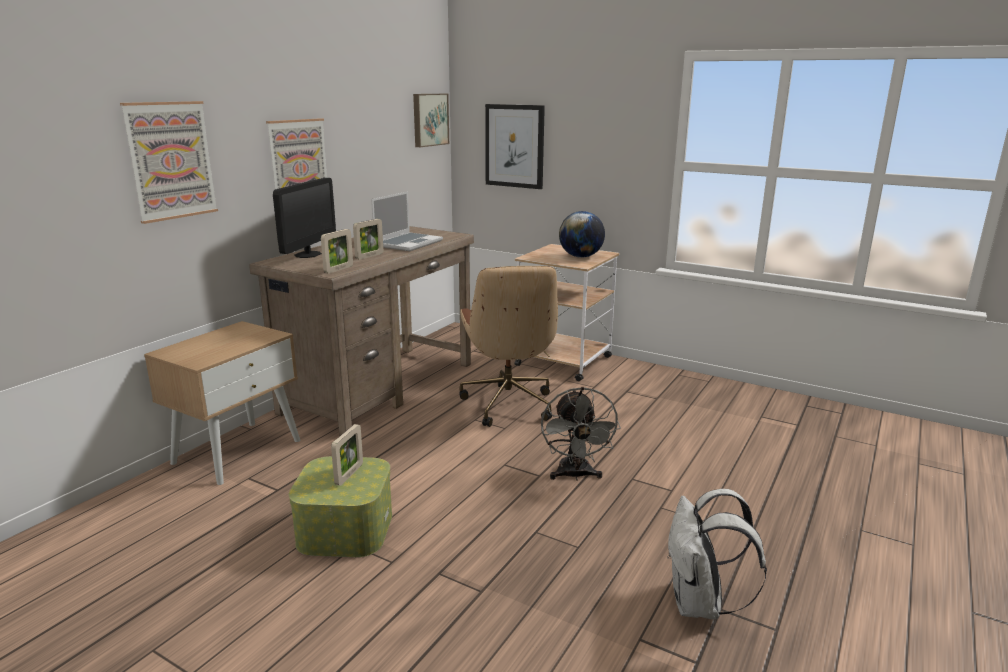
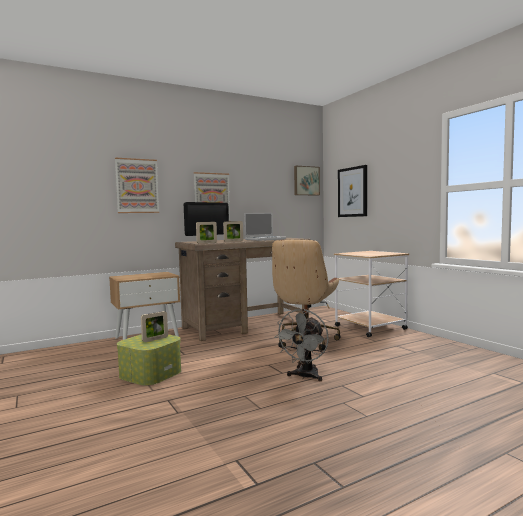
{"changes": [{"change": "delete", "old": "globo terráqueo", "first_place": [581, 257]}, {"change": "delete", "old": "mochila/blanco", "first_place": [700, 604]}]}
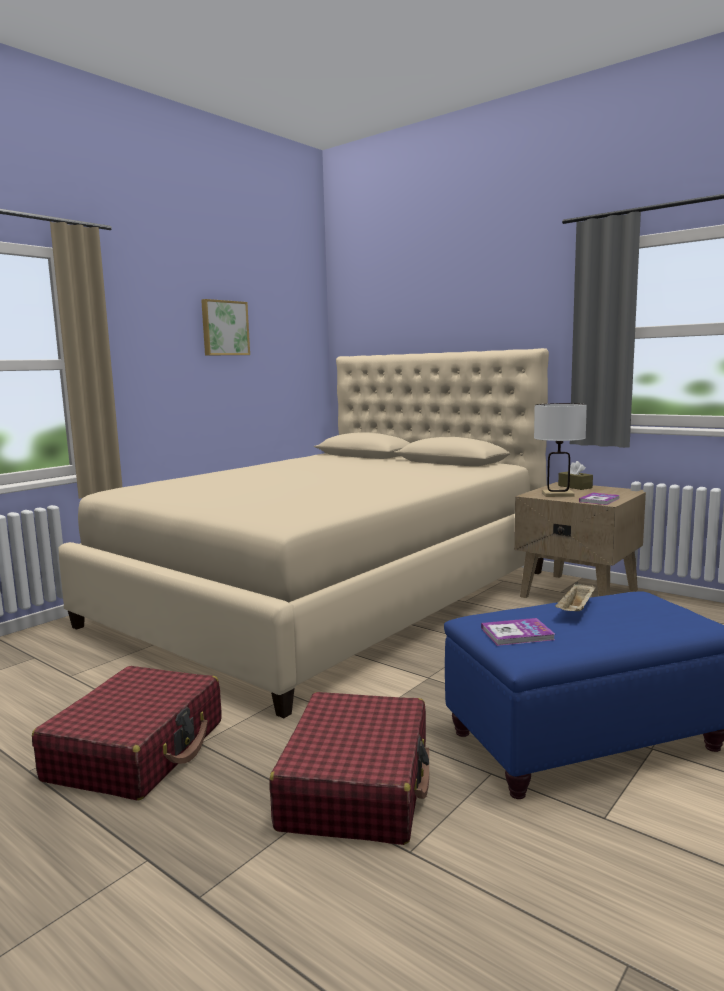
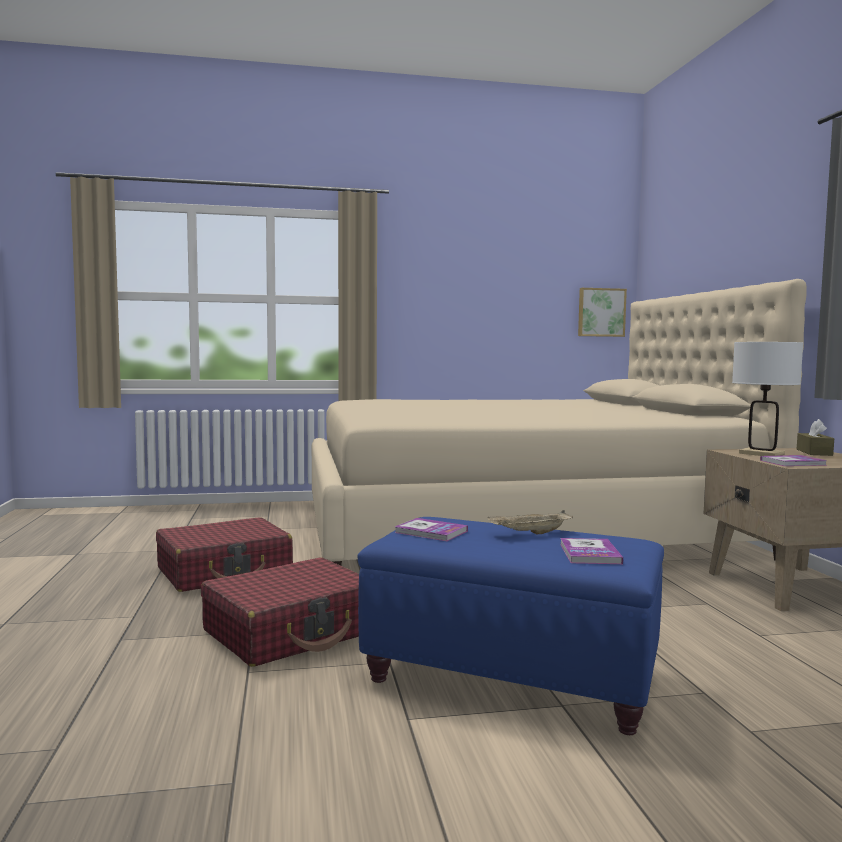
{"changes": [{"change": "insert", "new": "libro", "second_place": [589, 553]}, {"change": "move", "old": "cuadro", "first_place": [224, 328], "second_place": [601, 312]}]}
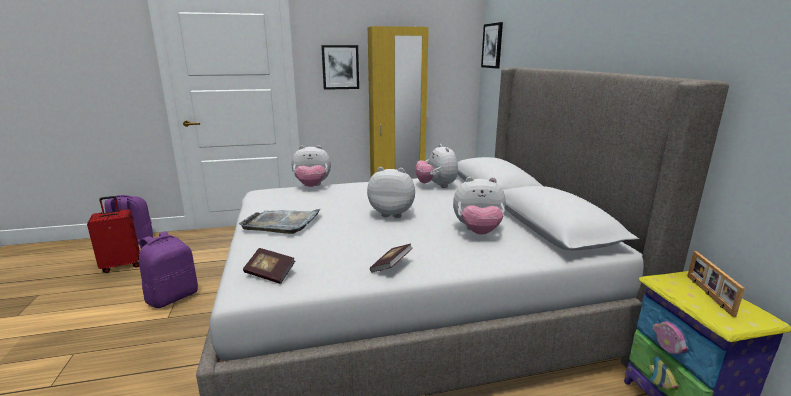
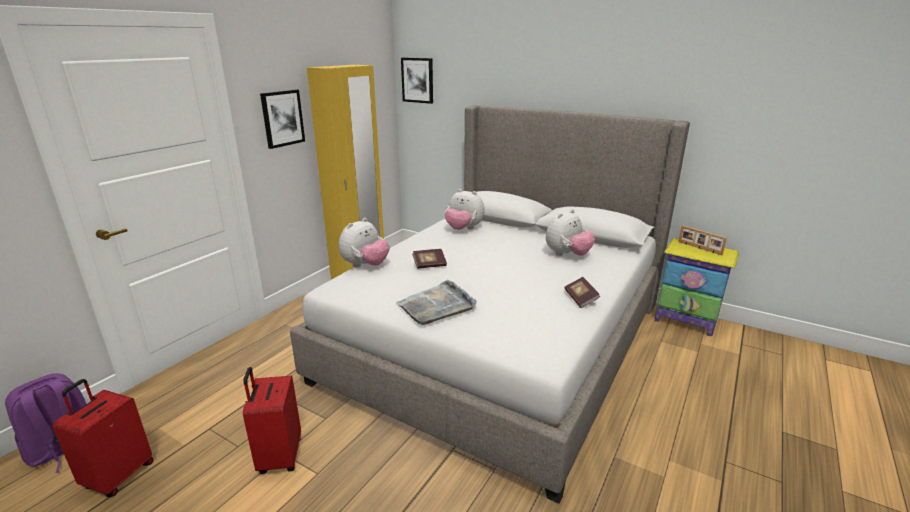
{"changes": [{"change": "delete", "old": "peluche", "first_place": [392, 213]}, {"change": "move", "old": "libro", "first_place": [270, 274], "second_place": [429, 265]}, {"change": "replace", "old": "mochila/morado", "new": "maleta/rojo", "first_place": [173, 297], "second_place": [279, 457]}]}
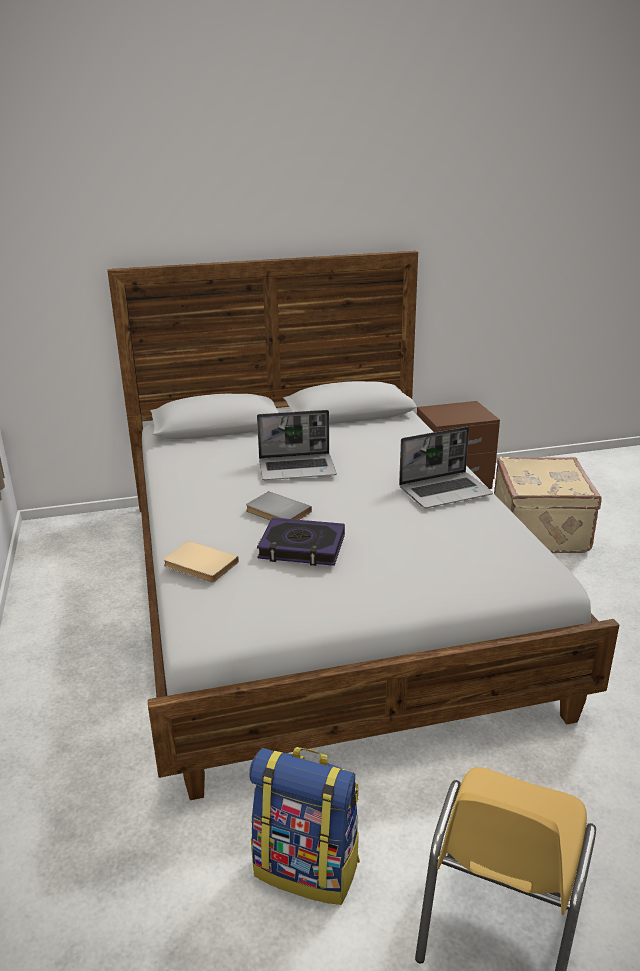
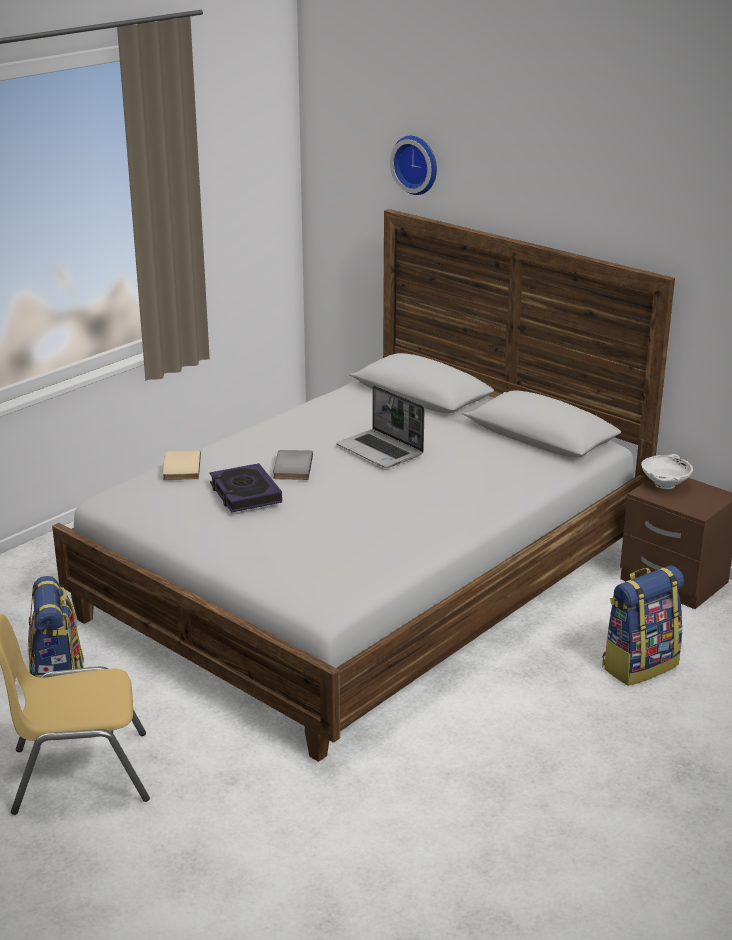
{"changes": [{"change": "delete", "old": "portátil", "first_place": [445, 491]}, {"change": "insert", "new": "reloj de pared", "second_place": [417, 164]}, {"change": "insert", "new": "cuenco/blanco", "second_place": [665, 484]}, {"change": "replace", "old": "maleta/beis", "new": "mochila", "first_place": [541, 531], "second_place": [639, 665]}]}
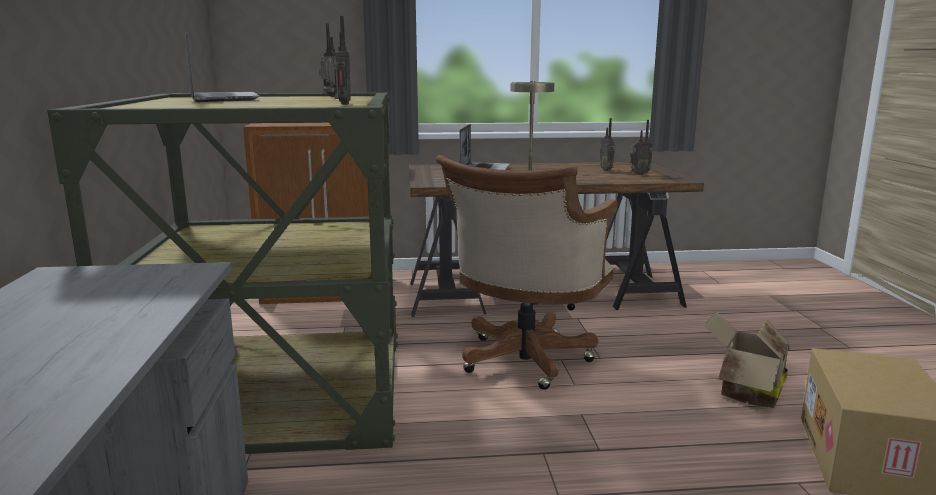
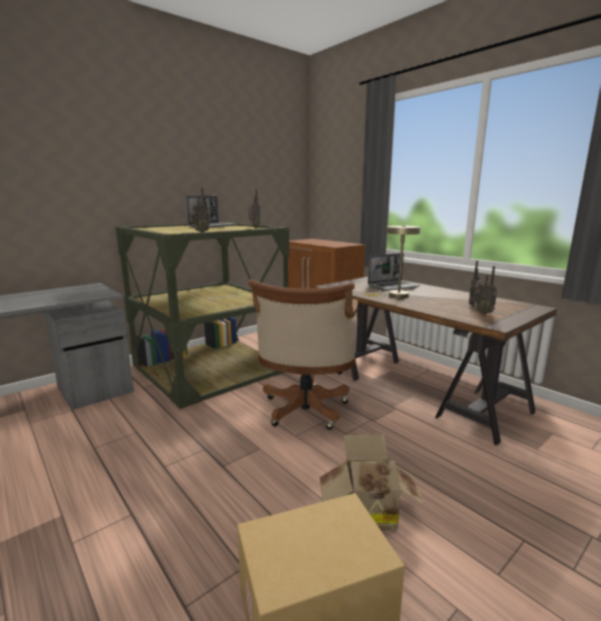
{"changes": [{"change": "rotate", "old": "silla de oficina", "first_place": [523, 362], "second_place": [305, 411], "degrees": -75}]}
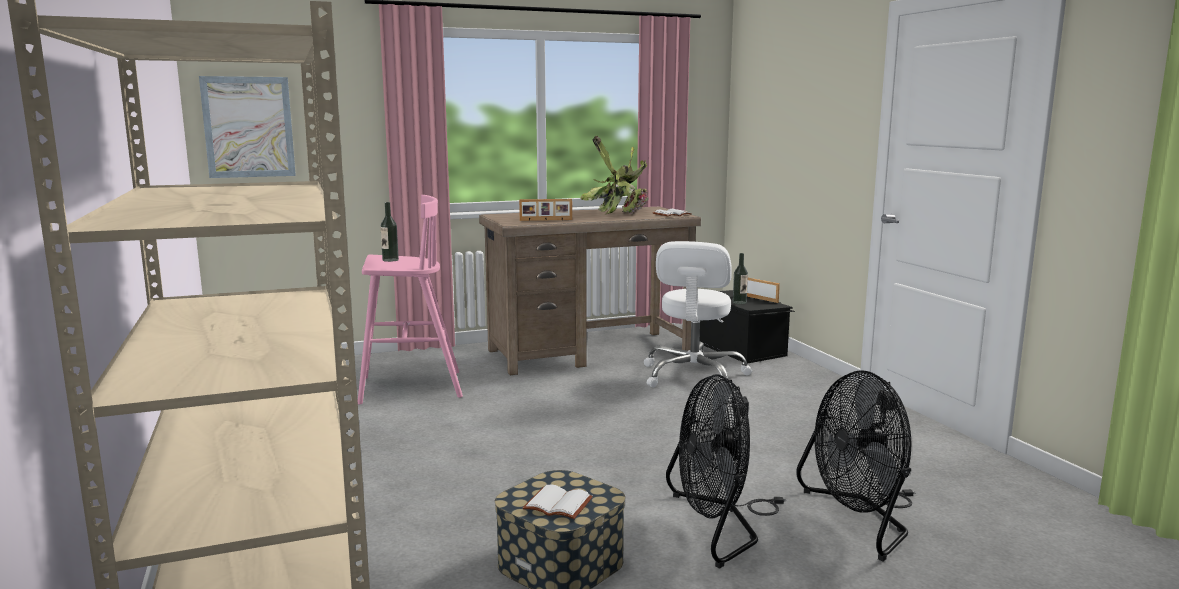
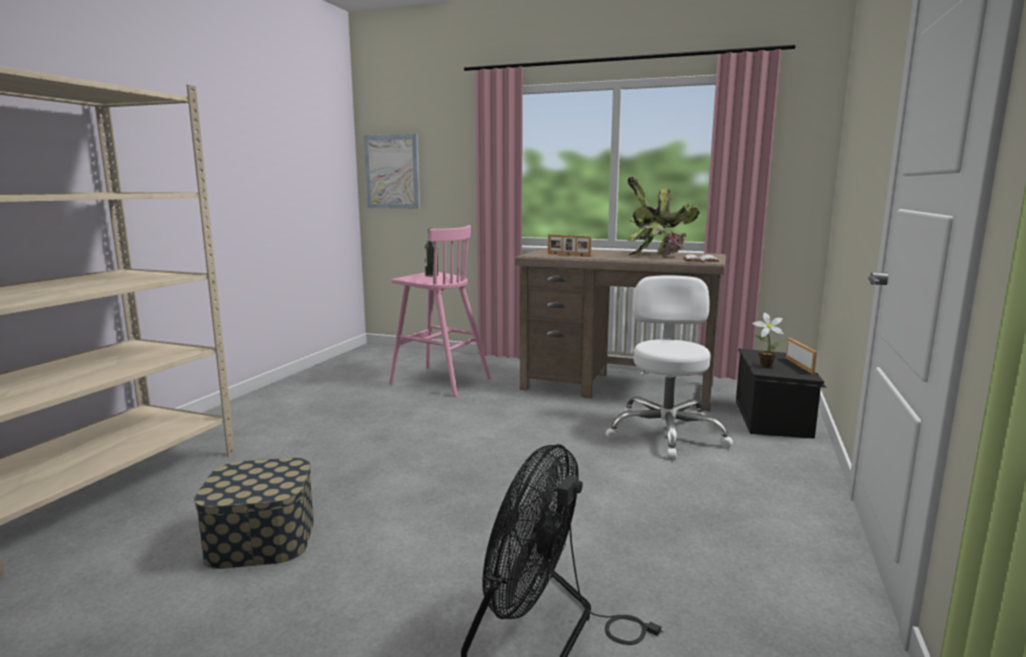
{"changes": [{"change": "delete", "old": "libro/blanco", "first_place": [556, 505]}, {"change": "delete", "old": "ventilador/negro", "first_place": [721, 523]}, {"change": "replace", "old": "botella", "new": "planta en maceta", "first_place": [739, 302], "second_place": [763, 365]}, {"change": "rotate", "old": "silla de oficina/blanco", "first_place": [693, 377], "second_place": [666, 432], "degrees": 135}]}
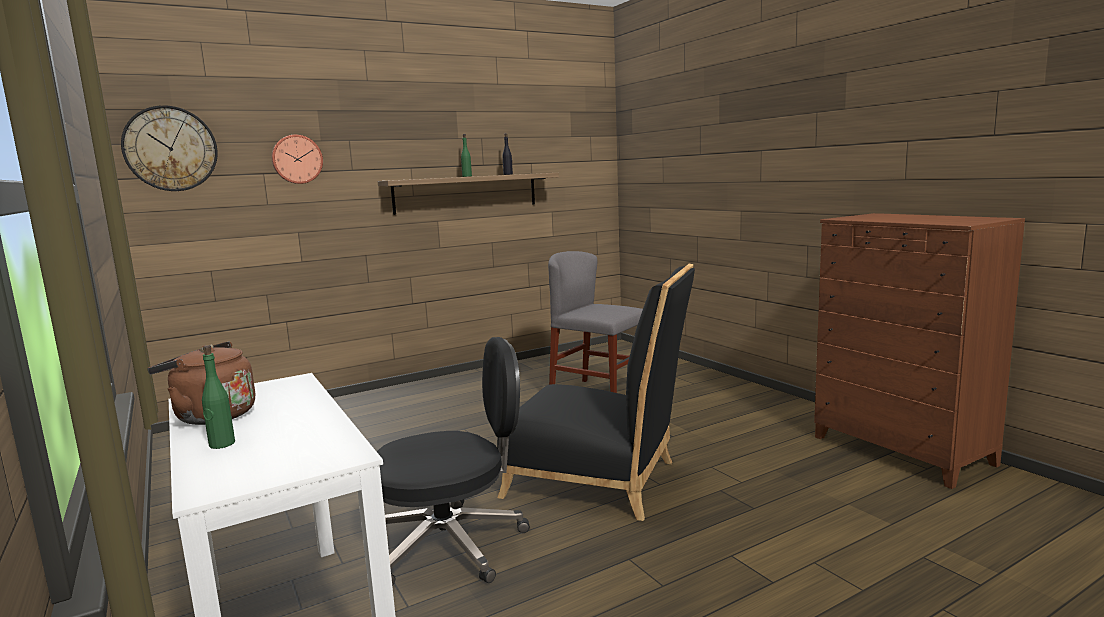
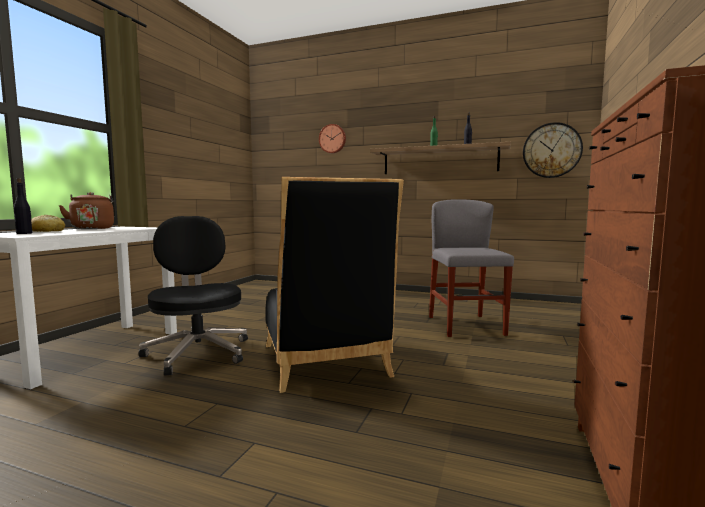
{"changes": [{"change": "insert", "new": "botella/negro", "second_place": [24, 233]}, {"change": "move", "old": "reloj de pared", "first_place": [170, 149], "second_place": [551, 150]}, {"change": "replace", "old": "botella/verde", "new": "pan", "first_place": [221, 444], "second_place": [47, 231]}, {"change": "rotate", "old": "silla de oficina/negro", "first_place": [452, 544], "second_place": [198, 352], "degrees": -150}]}
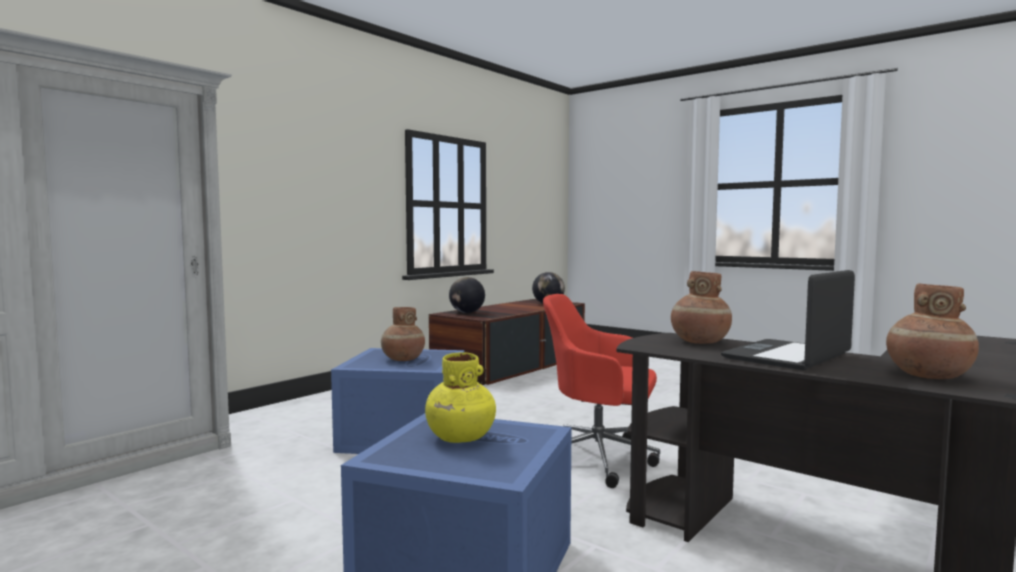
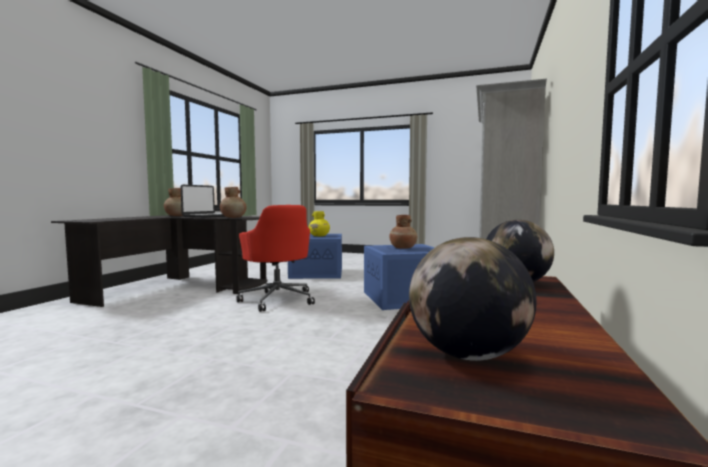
{"changes": [{"change": "rotate", "old": "silla de oficina/rojo", "first_place": [599, 459], "second_place": [278, 299], "degrees": 60}]}
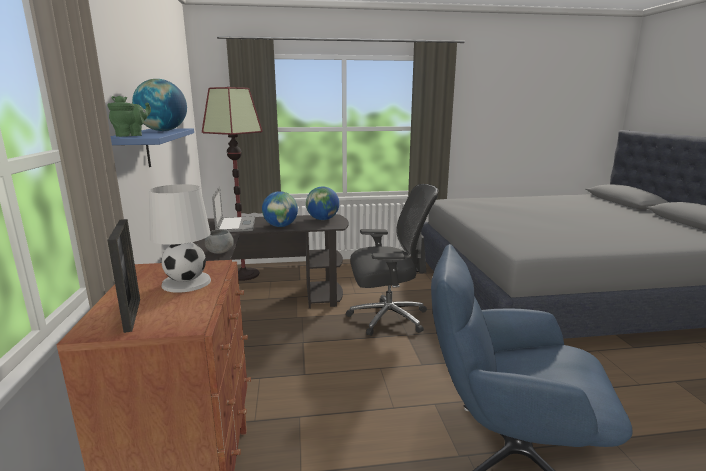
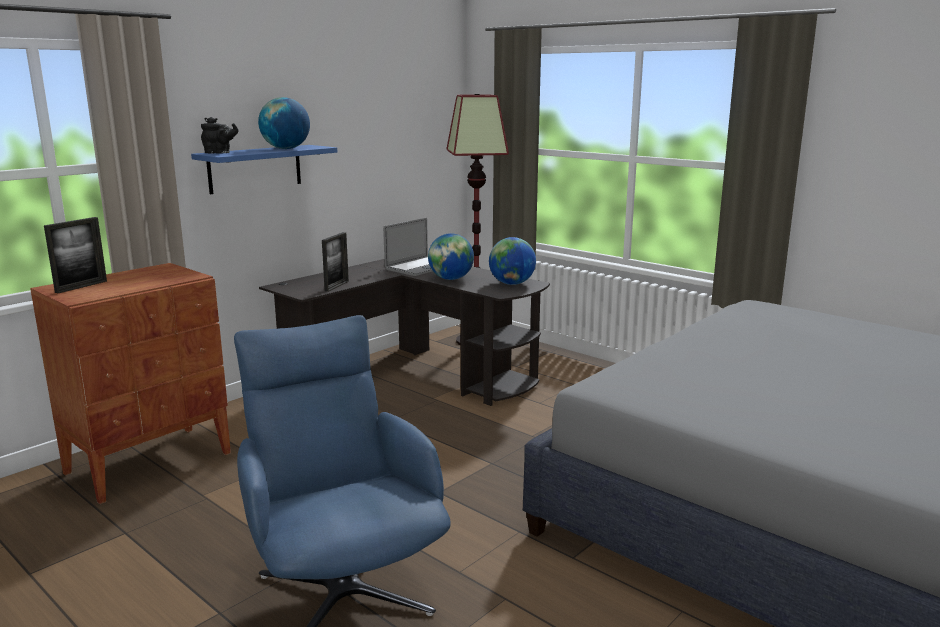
{"changes": [{"change": "delete", "old": "lámpara de mesa/blanco", "first_place": [186, 282]}, {"change": "delete", "old": "silla de oficina", "first_place": [387, 319]}, {"change": "replace", "old": "cuenco/gris", "new": "portarretratos", "first_place": [219, 252], "second_place": [336, 286]}, {"change": "recolor", "old": "tetera/verde", "new": "tetera/negro", "first_place": [131, 136], "second_place": [219, 153]}]}
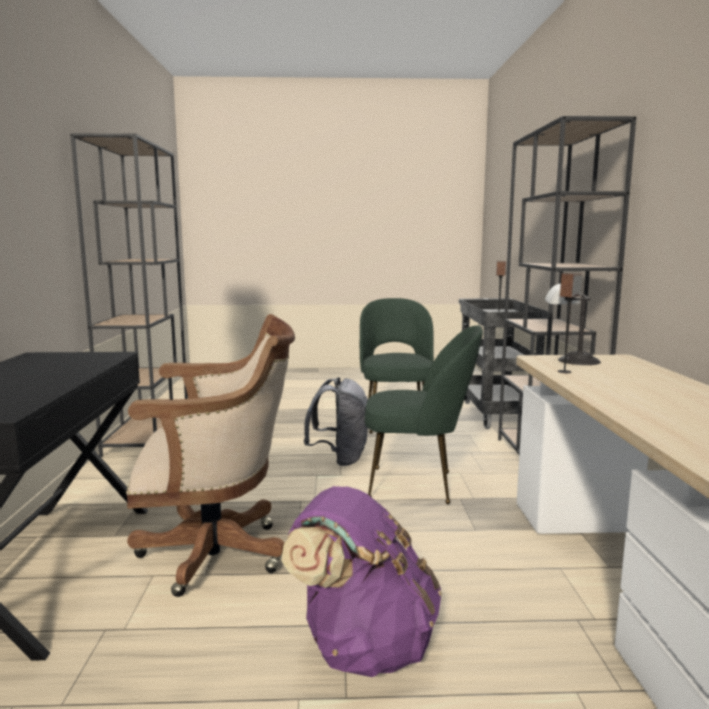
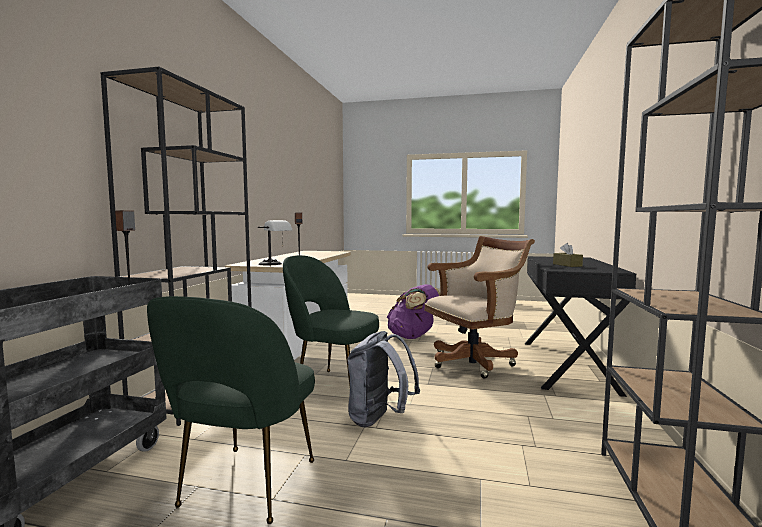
{"changes": [{"change": "insert", "new": "caja de pañuelos/marrón", "second_place": [567, 265]}, {"change": "rotate", "old": "silla de oficina", "first_place": [220, 553], "second_place": [475, 363], "degrees": 150}]}
